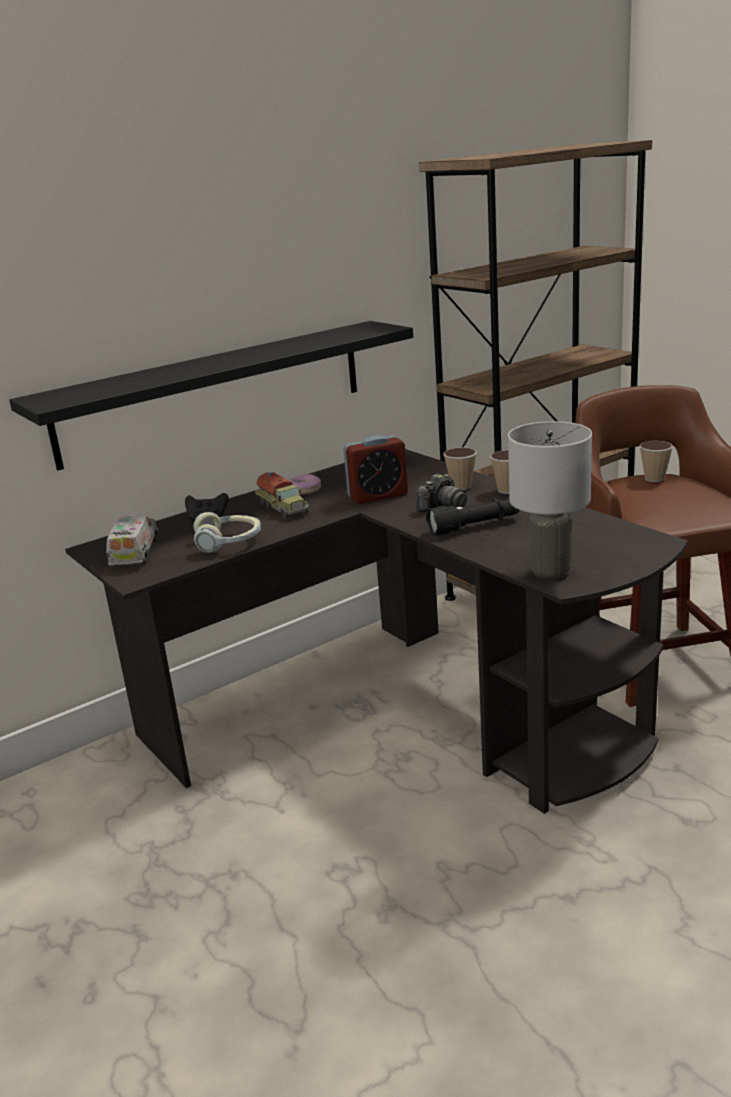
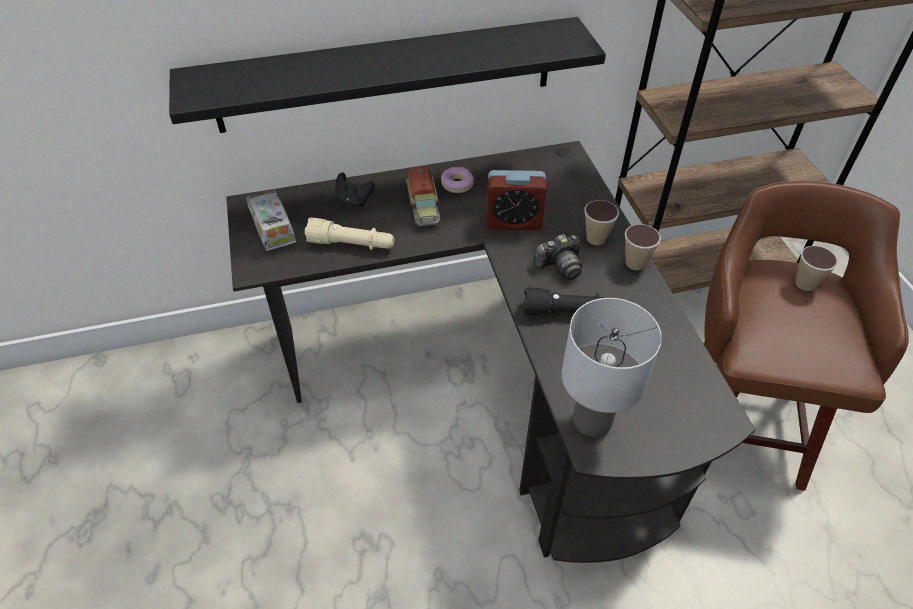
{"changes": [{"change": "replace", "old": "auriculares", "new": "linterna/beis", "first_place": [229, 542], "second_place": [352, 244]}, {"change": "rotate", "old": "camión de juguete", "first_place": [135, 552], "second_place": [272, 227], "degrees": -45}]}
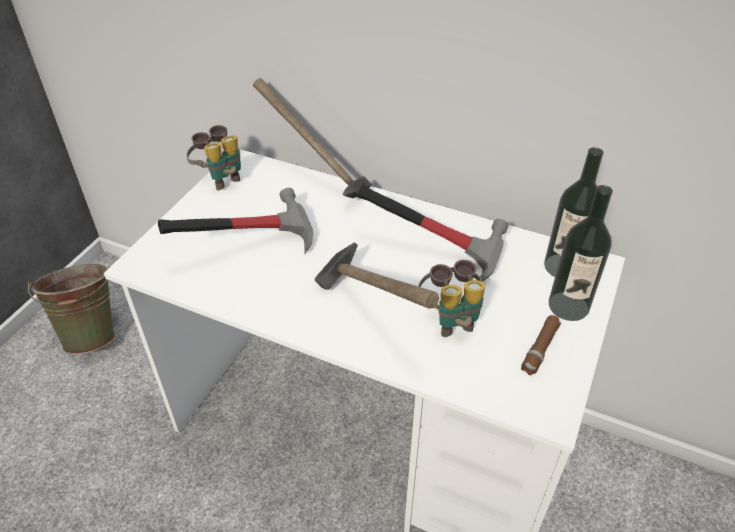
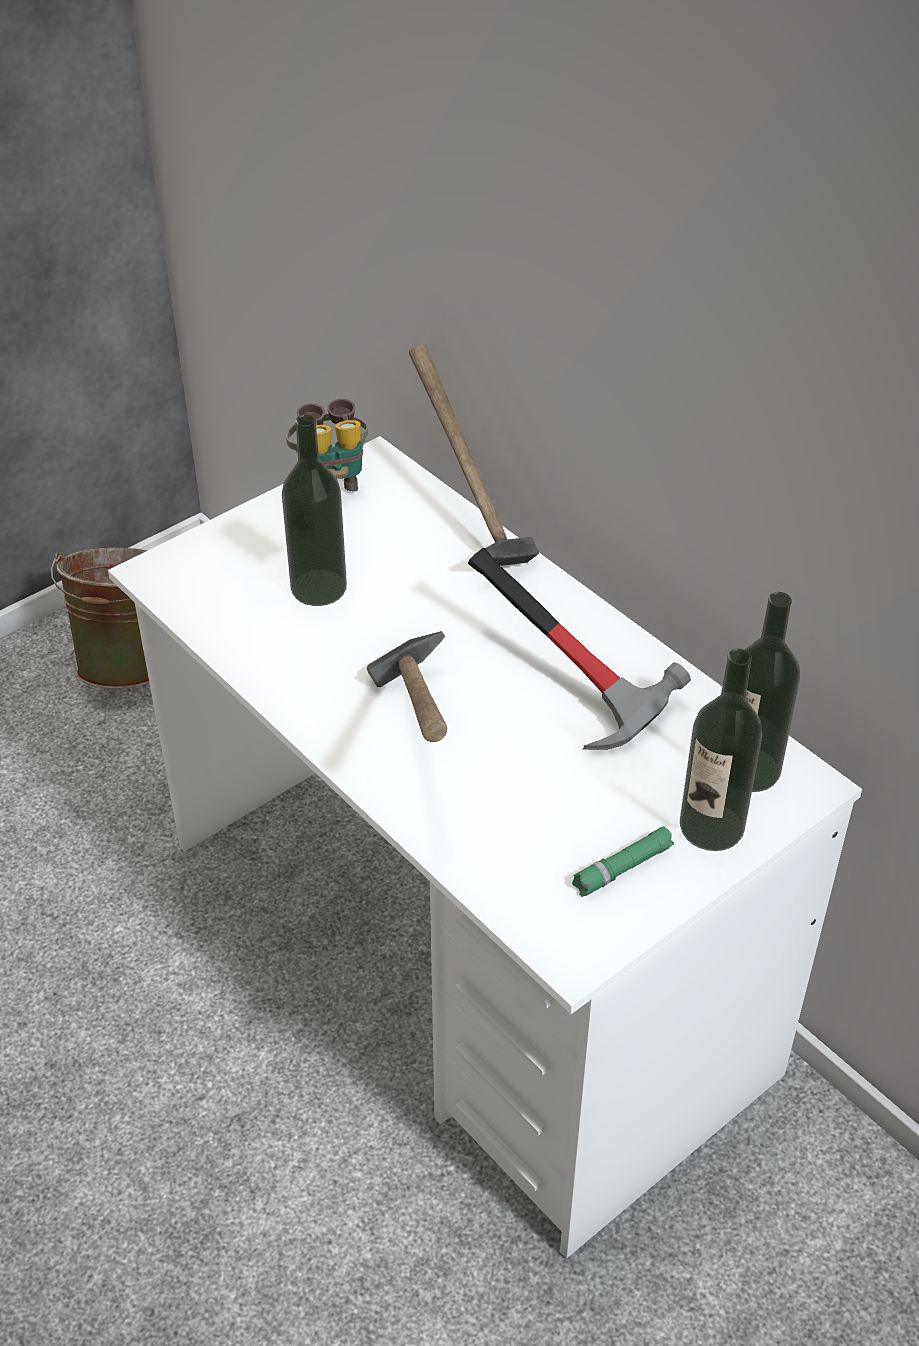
{"changes": [{"change": "delete", "old": "prismáticos", "first_place": [450, 318]}, {"change": "replace", "old": "martillo", "new": "botella", "first_place": [251, 242], "second_place": [318, 588]}, {"change": "recolor", "old": "linterna/marrón", "new": "linterna/verde", "first_place": [540, 349], "second_place": [622, 868]}]}
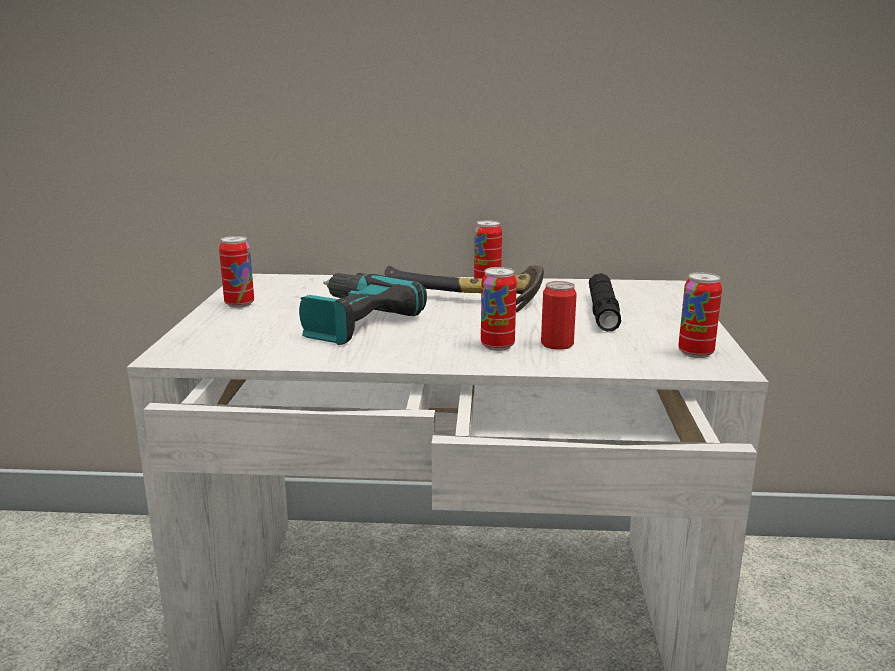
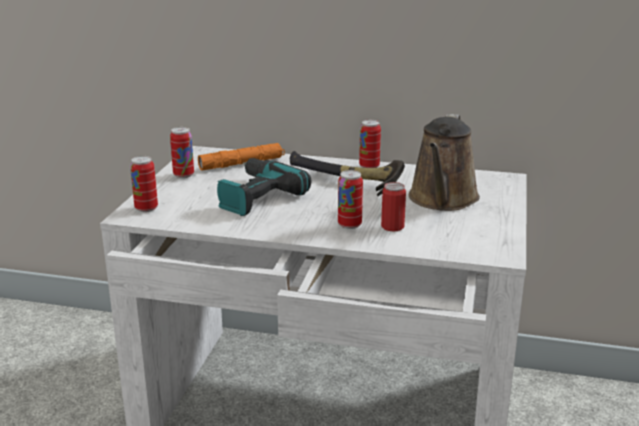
{"changes": [{"change": "insert", "new": "linterna/naranja", "second_place": [242, 164]}, {"change": "move", "old": "lata", "first_place": [695, 353], "second_place": [146, 208]}, {"change": "replace", "old": "linterna/negro", "new": "regadera/marrón", "first_place": [603, 311], "second_place": [442, 199]}]}
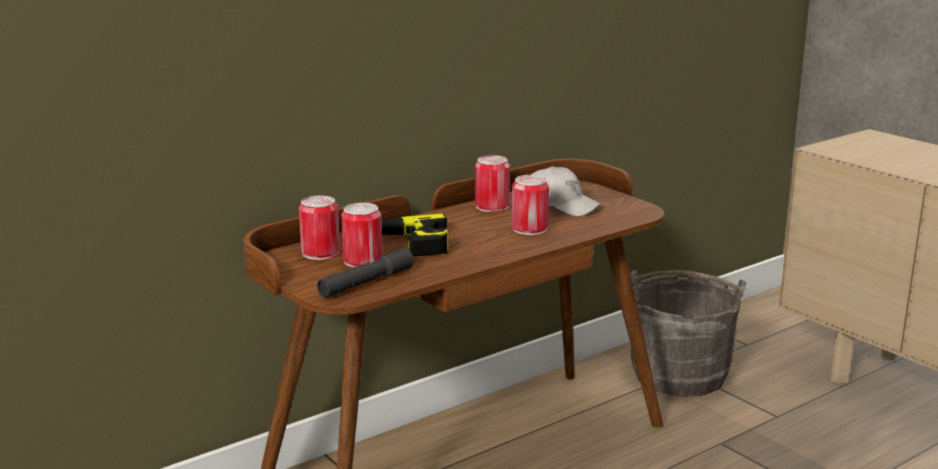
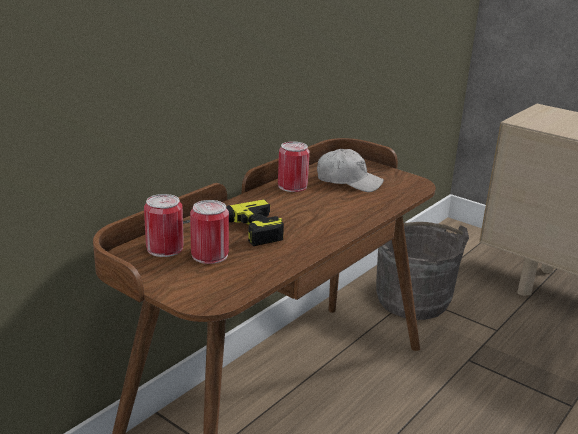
{"changes": [{"change": "delete", "old": "linterna/gris", "first_place": [366, 283]}, {"change": "delete", "old": "lata", "first_place": [529, 229]}]}
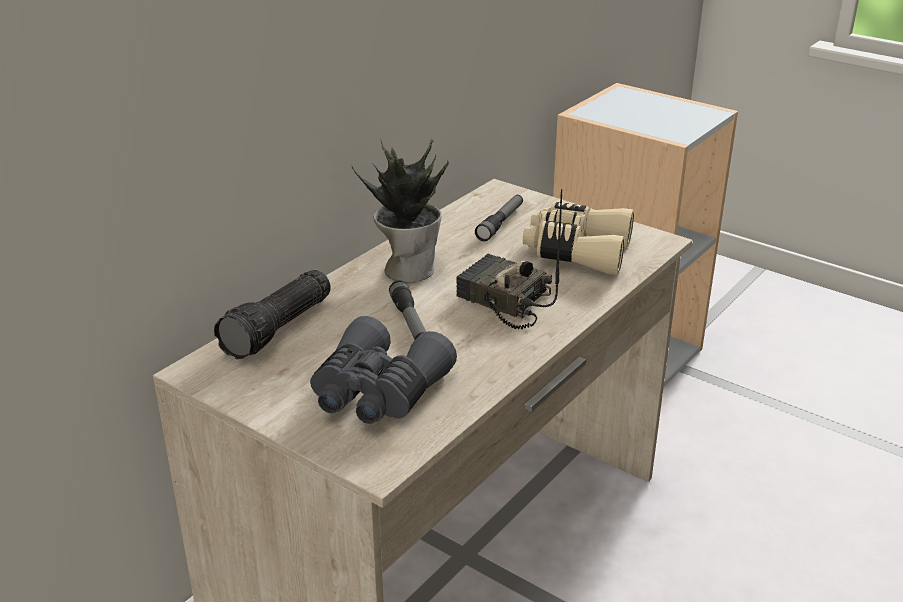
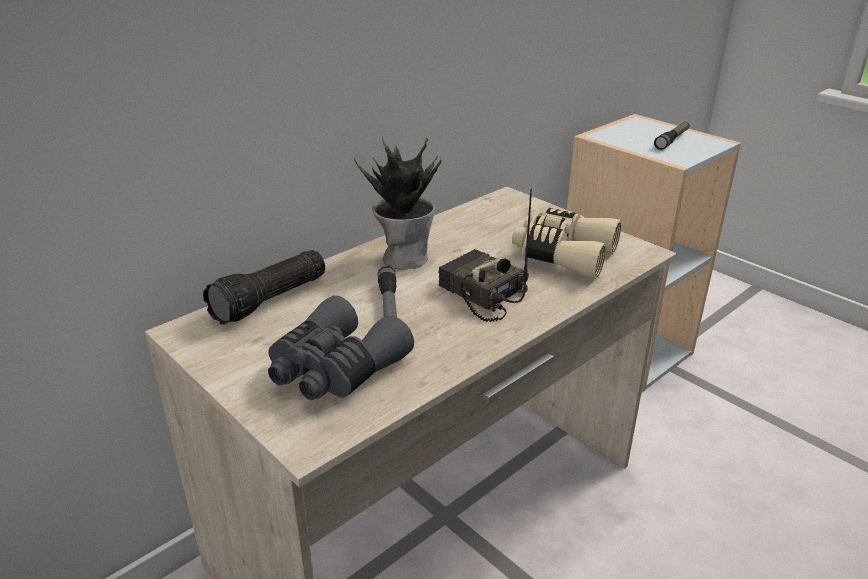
{"changes": [{"change": "move", "old": "linterna", "first_place": [500, 223], "second_place": [672, 140]}]}
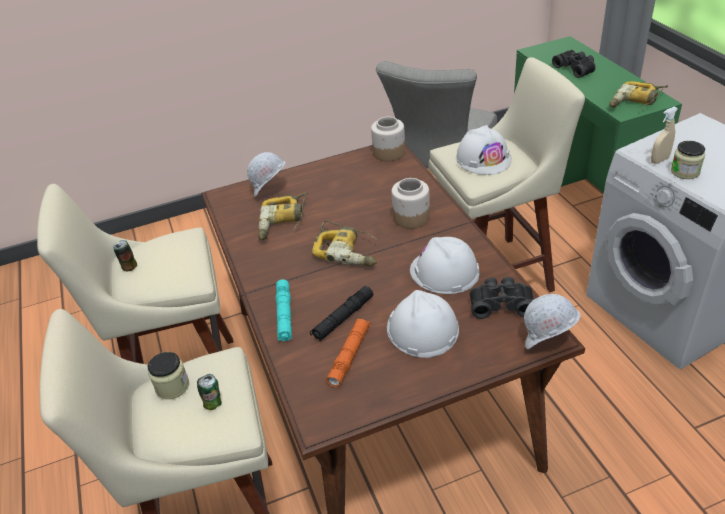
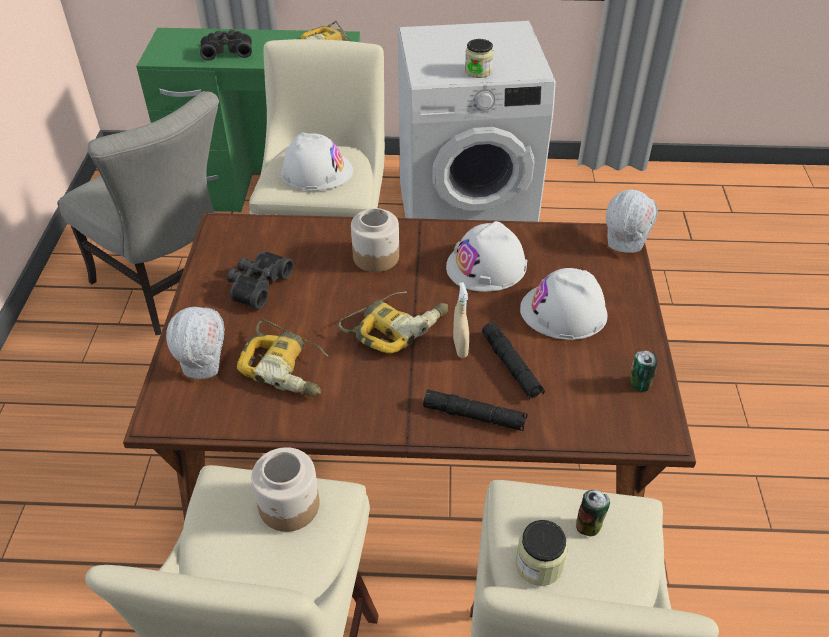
{"changes": [{"change": "delete", "old": "linterna/naranja", "first_place": [349, 356]}, {"change": "move", "old": "lata", "first_place": [129, 266], "second_place": [638, 384]}, {"change": "move", "old": "tarro", "first_place": [388, 153], "second_place": [289, 506]}, {"change": "move", "old": "prismáticos/negro", "first_place": [501, 303], "second_place": [257, 285]}, {"change": "move", "old": "pulverizador/beis", "first_place": [659, 160], "second_place": [460, 348]}, {"change": "recolor", "old": "linterna/turquesa", "new": "linterna/negro", "first_place": [284, 315], "second_place": [474, 416]}]}
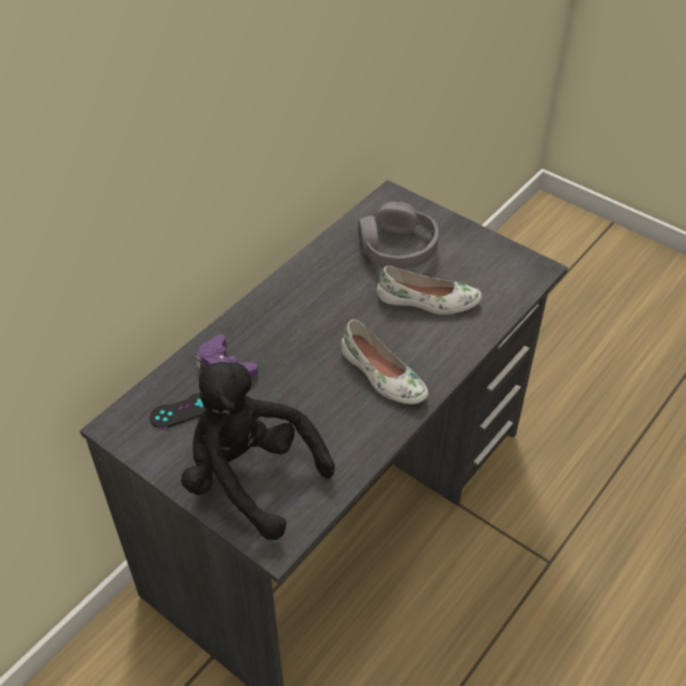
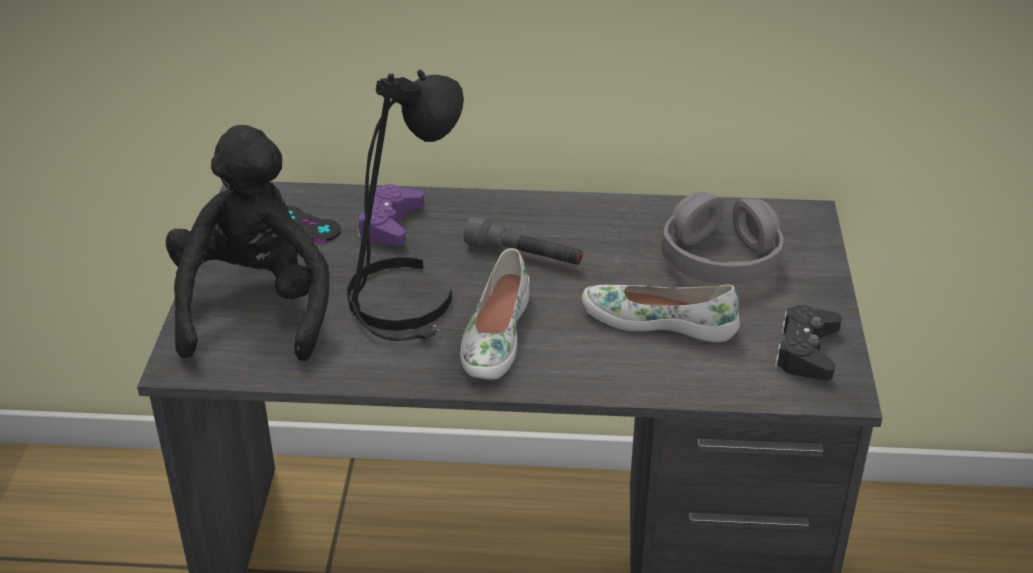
{"changes": [{"change": "insert", "new": "lámpara de mesa/negro", "second_place": [404, 301]}, {"change": "insert", "new": "linterna/gris", "second_place": [524, 255]}, {"change": "insert", "new": "mando de consola/negro", "second_place": [806, 351]}, {"change": "rotate", "old": "zapato/blanco", "first_place": [428, 301], "second_place": [659, 320], "degrees": 135}]}
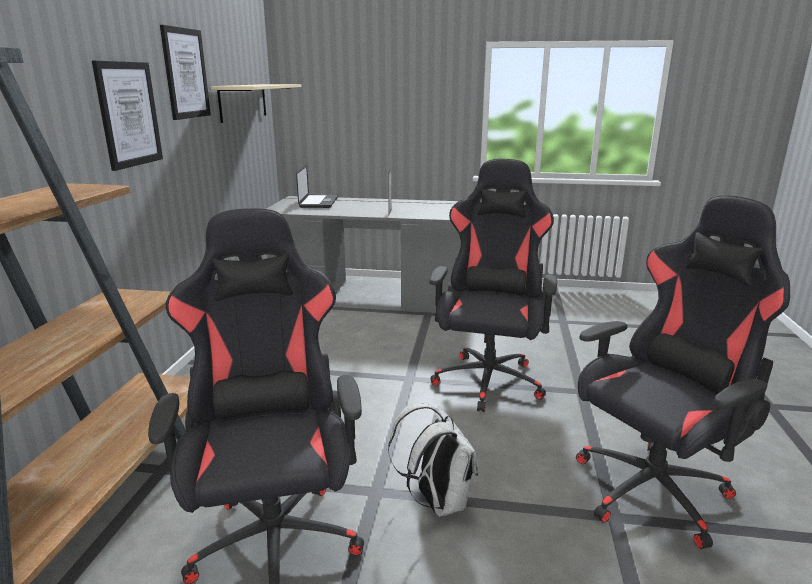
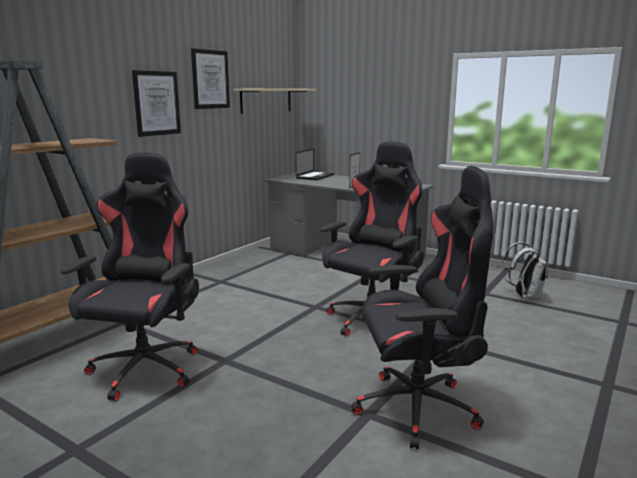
{"changes": [{"change": "move", "old": "mochila/blanco", "first_place": [436, 501], "second_place": [524, 297]}]}
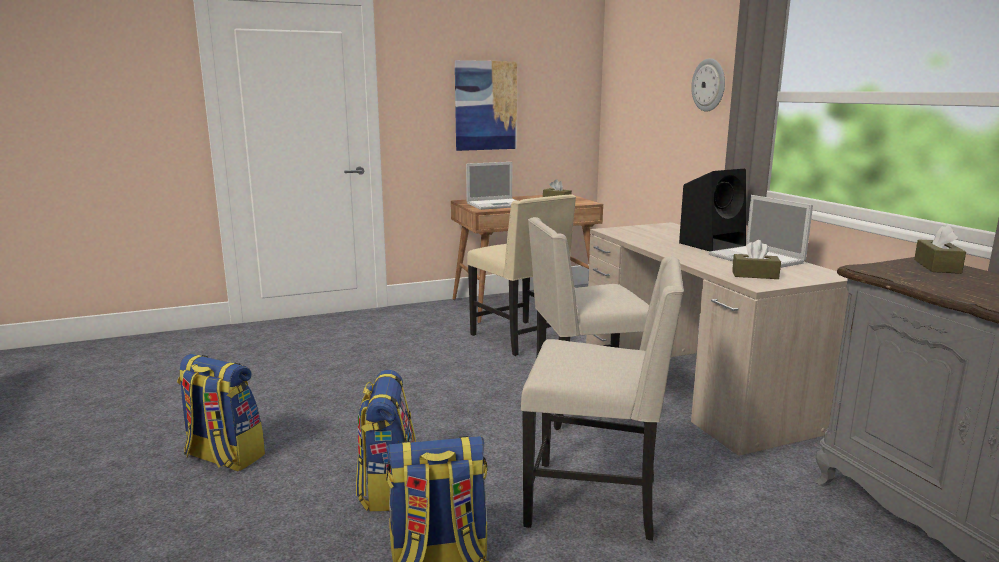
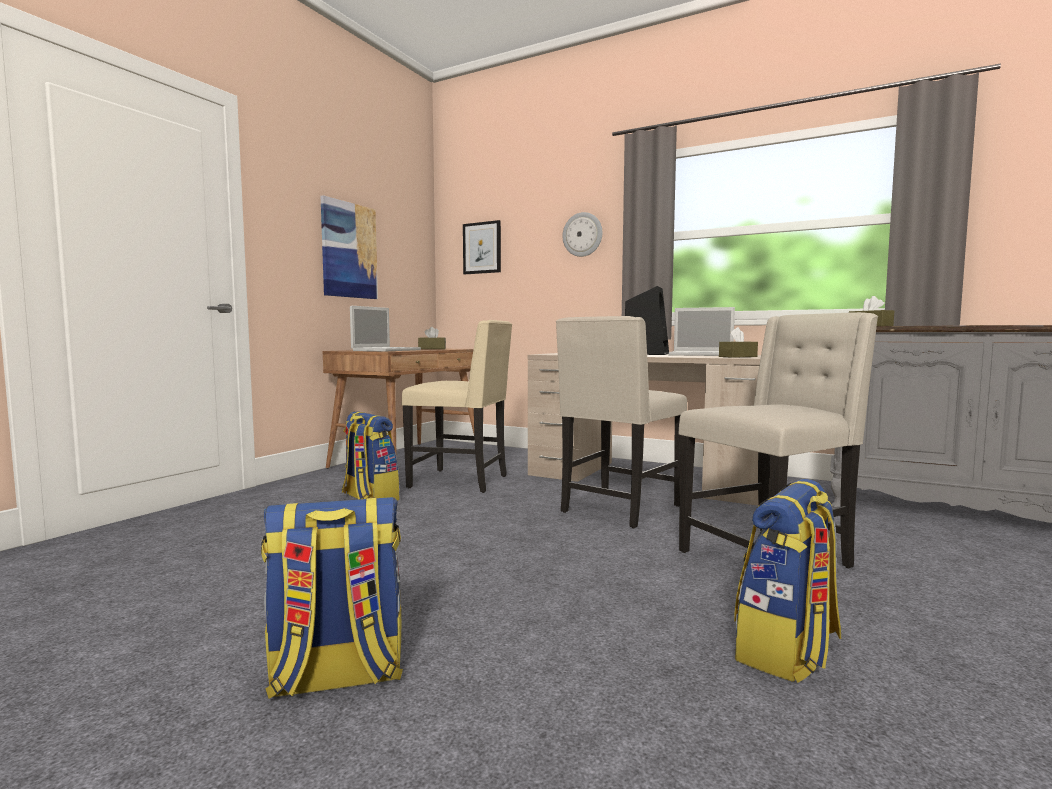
{"changes": [{"change": "insert", "new": "cuadro", "second_place": [482, 248]}, {"change": "move", "old": "mochila", "first_place": [388, 488], "second_place": [369, 498]}]}
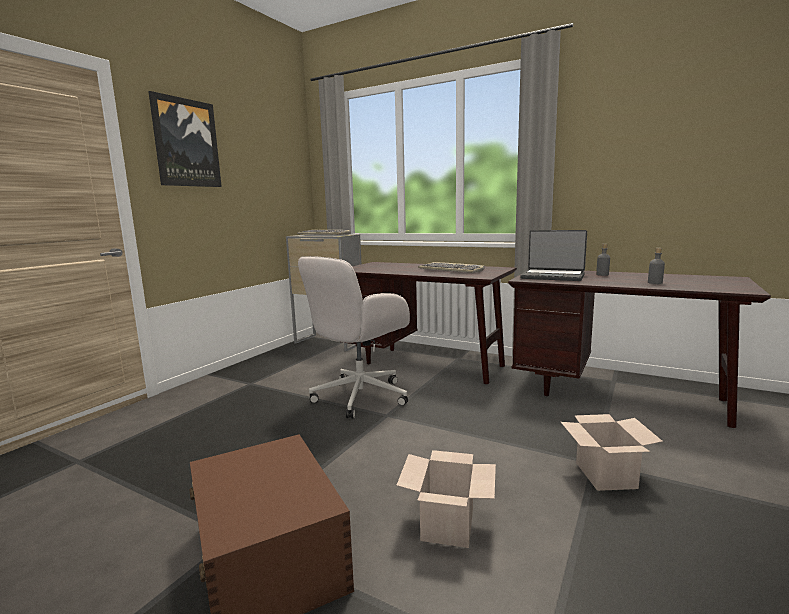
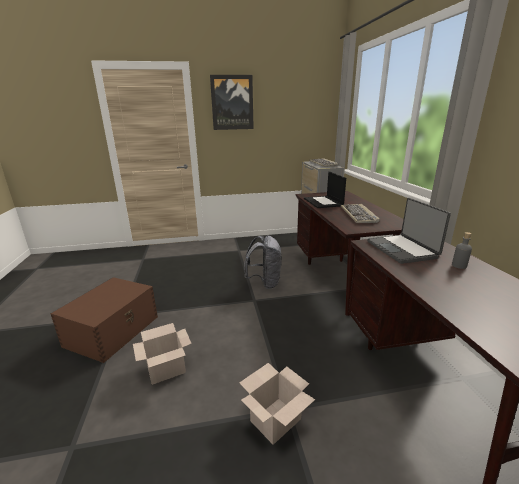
{"changes": [{"change": "delete", "old": "botella/gris", "first_place": [655, 283]}, {"change": "insert", "new": "portátil", "second_place": [323, 202]}, {"change": "replace", "old": "silla de oficina/blanco", "new": "mochila/gris", "first_place": [360, 396], "second_place": [265, 282]}]}
